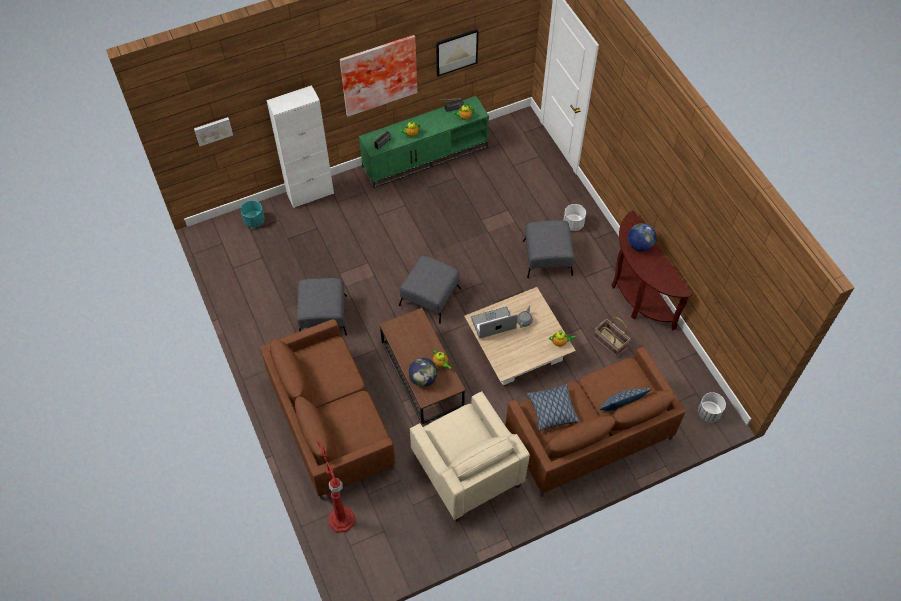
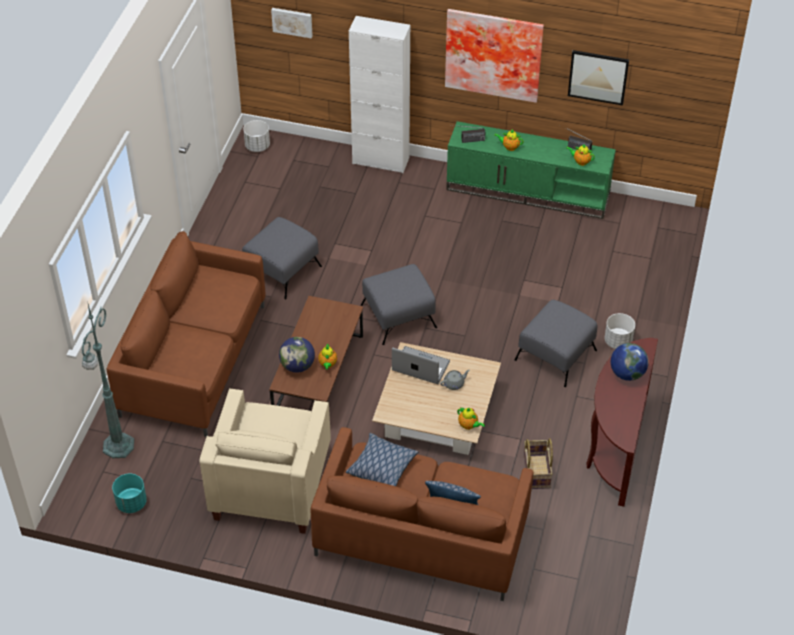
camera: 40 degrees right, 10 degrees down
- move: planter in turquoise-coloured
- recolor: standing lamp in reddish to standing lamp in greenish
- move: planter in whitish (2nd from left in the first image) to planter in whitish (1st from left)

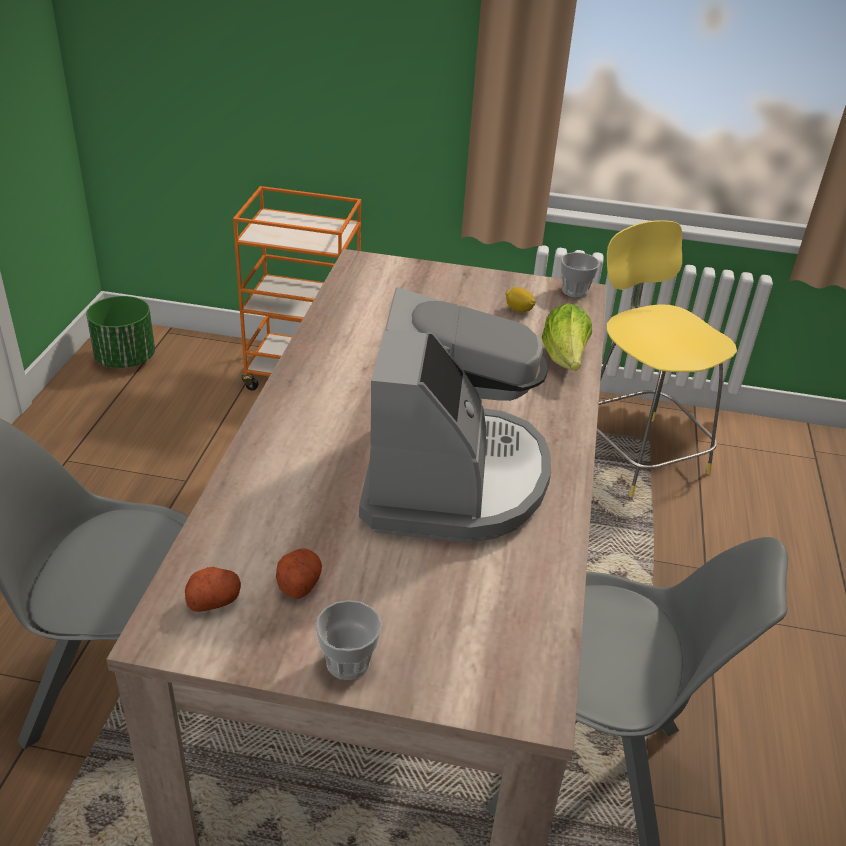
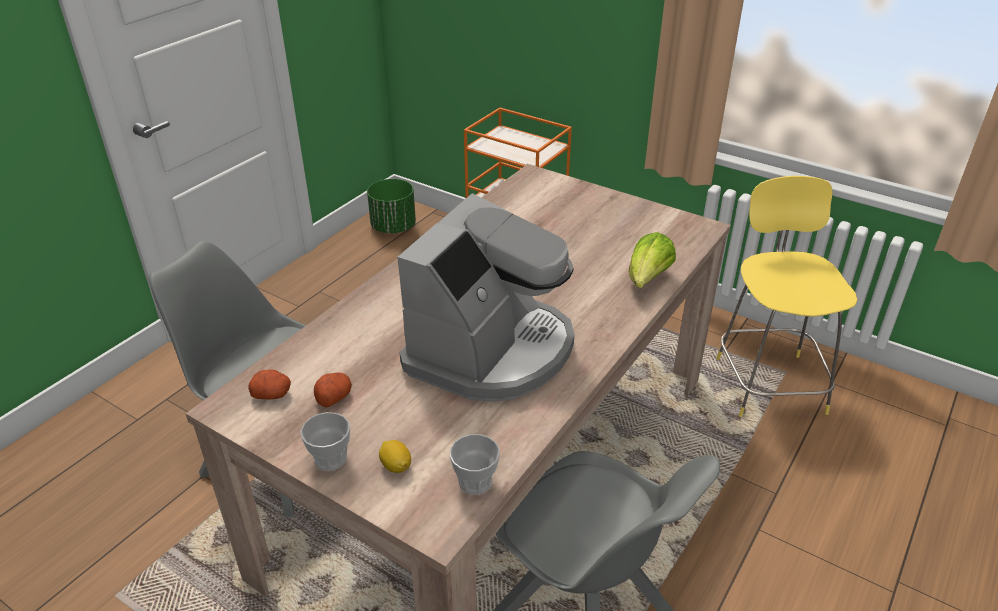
camera: 25 degrees right, 0 degrees up
- move: whole lemon
- move: drinking cup (2nd from left)

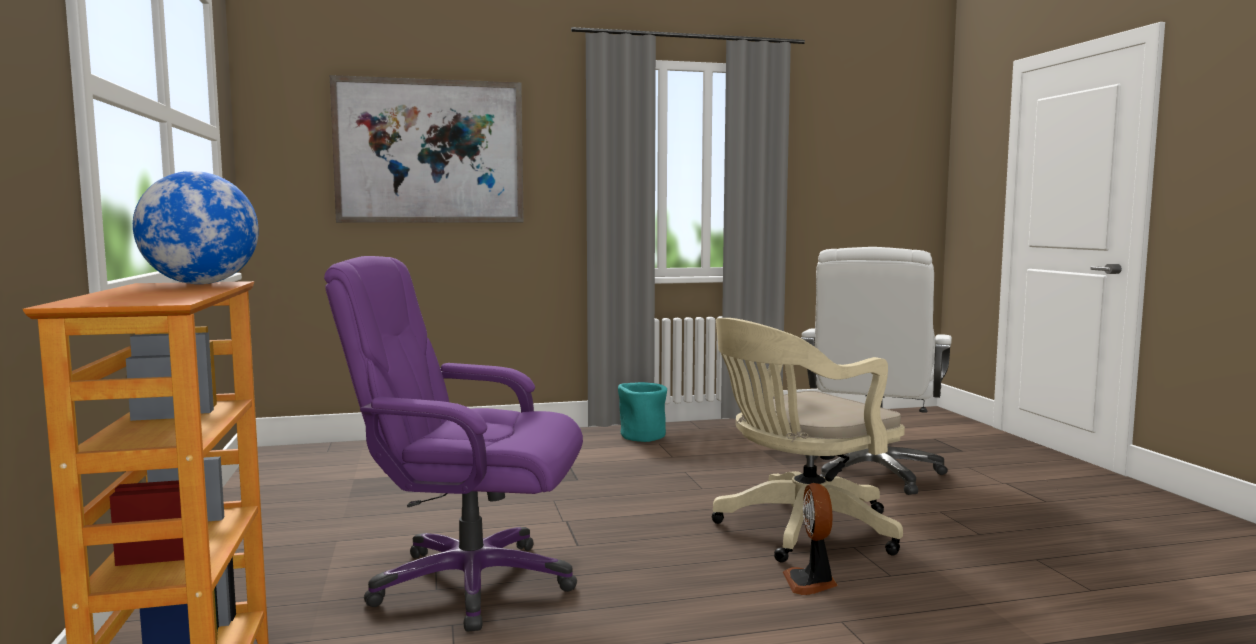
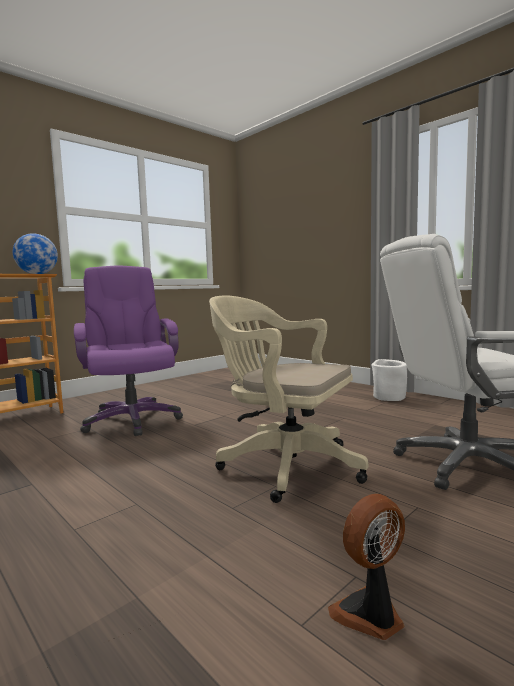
camera: 60 degrees right, 0 degrees up
- delete: wall art
- recolor: planter in turquoise-coloured to planter in whitish
- move: cooling fan

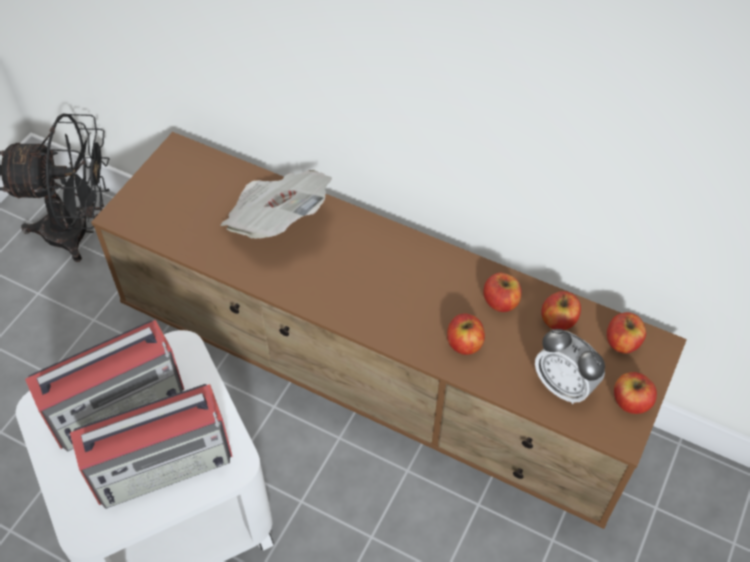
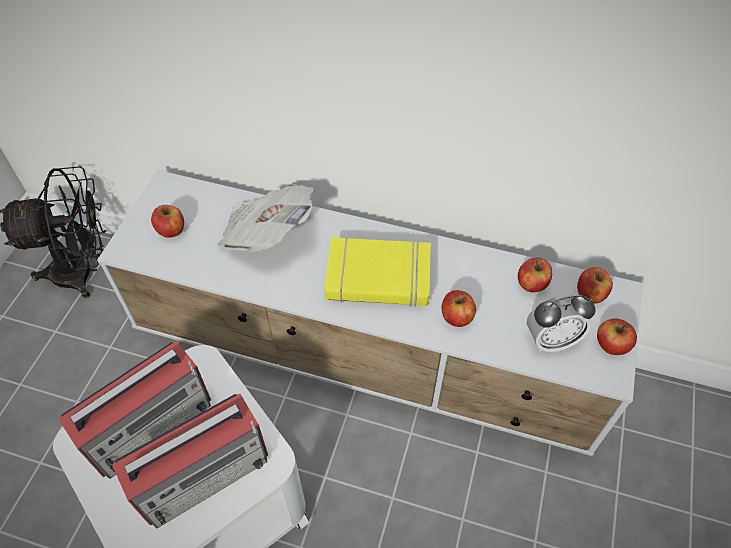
camera: 10 degrees left, 0 degrees up
- recolor: tv stand in brownish to tv stand in whitish
- move: apple (2nd from left in the first image) to apple (1st from left)
- rotate: table clock 45 degrees counterclockwise
- insert: volume in yellow-coloured

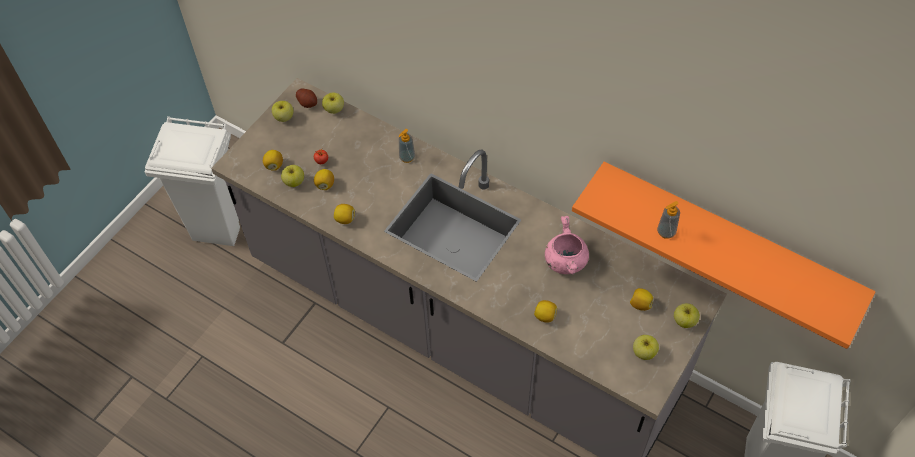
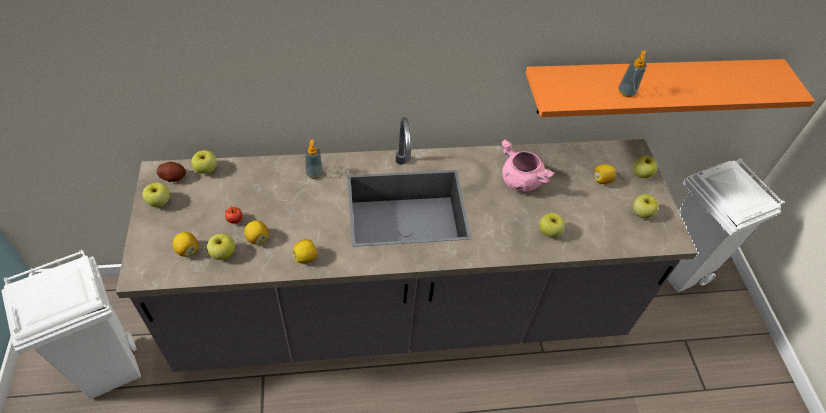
camera: 45 degrees left, 5 degrees down
- replace: whole lemon (4th from left) to apple (4th from left)

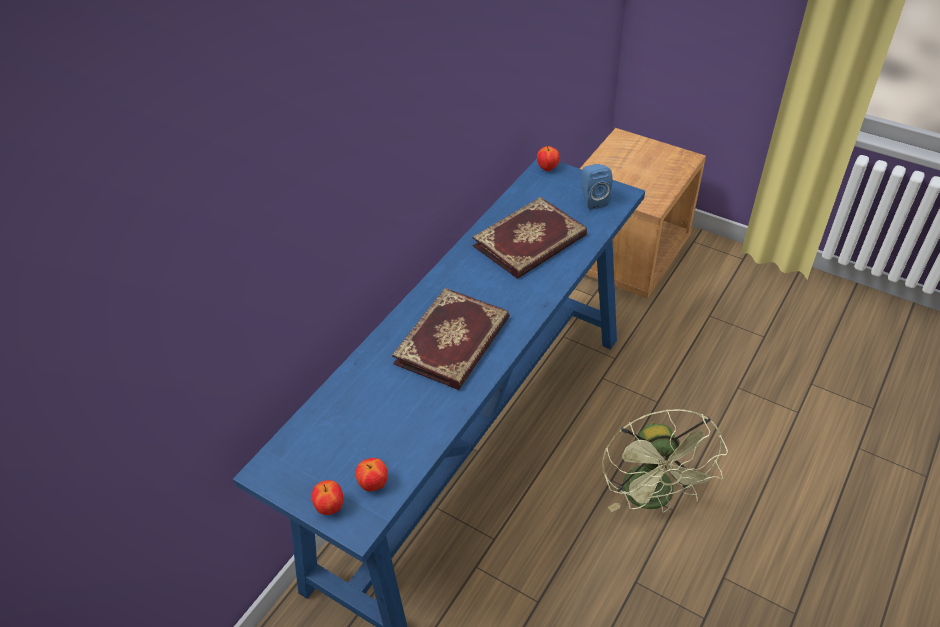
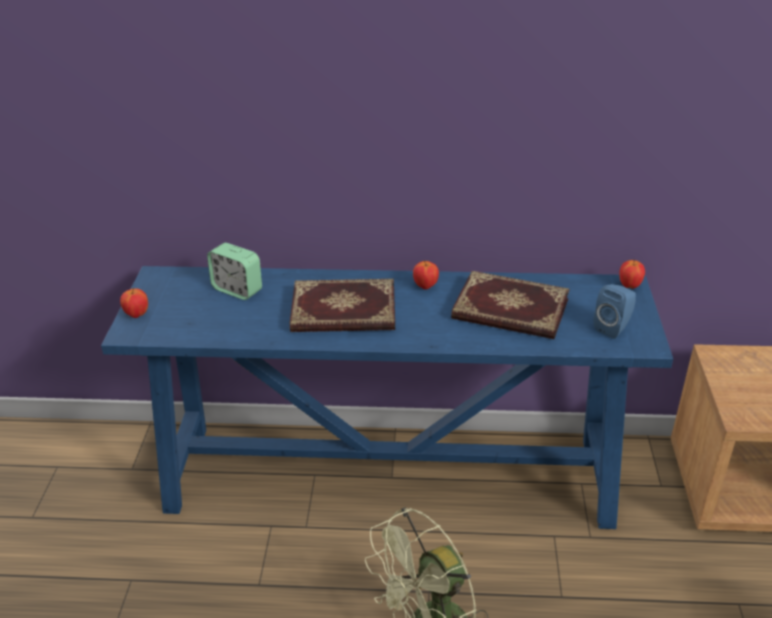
camera: 60 degrees right, 10 degrees down
- move: apple (2nd from left)
- insert: table clock

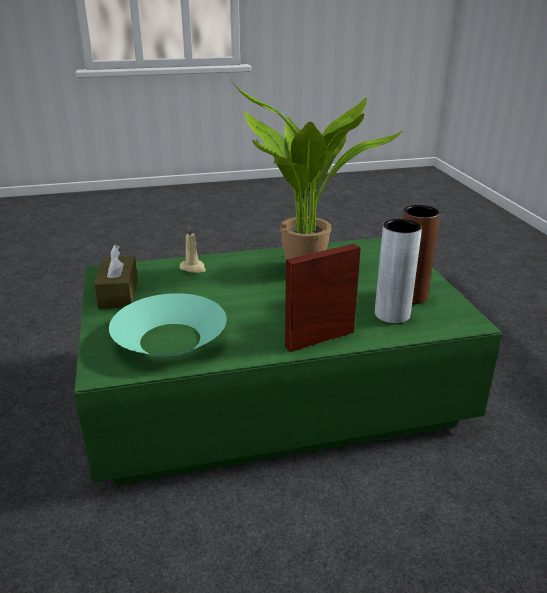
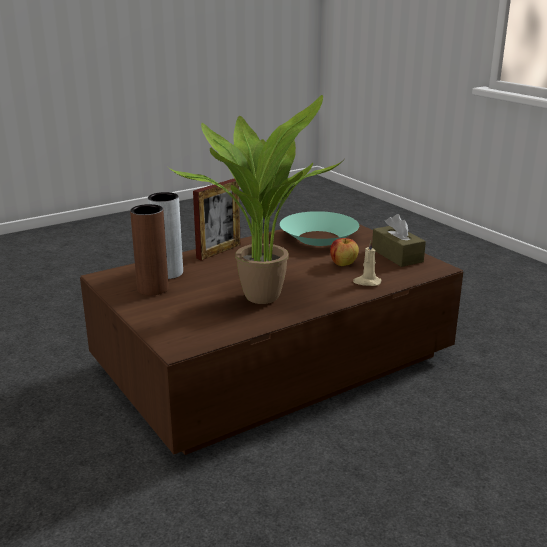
camera: 160 degrees right, 5 degrees down
- recolor: lounge table in greenish to lounge table in brownish
- insert: apple

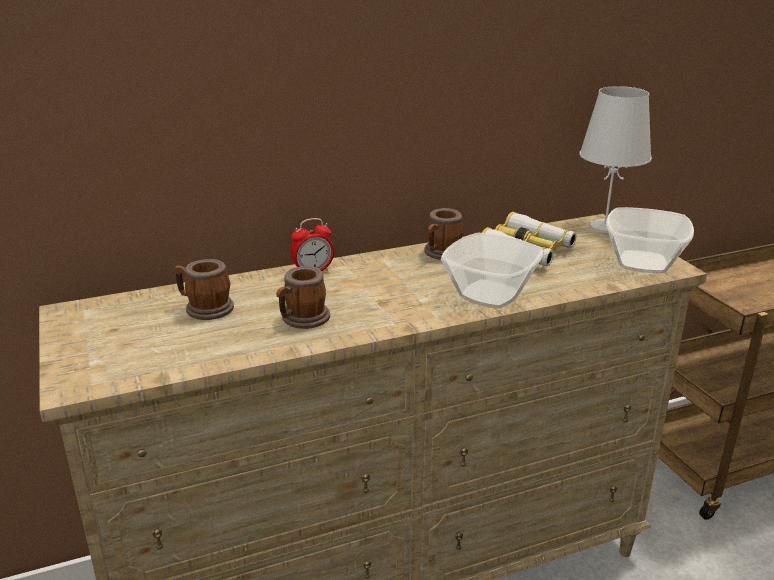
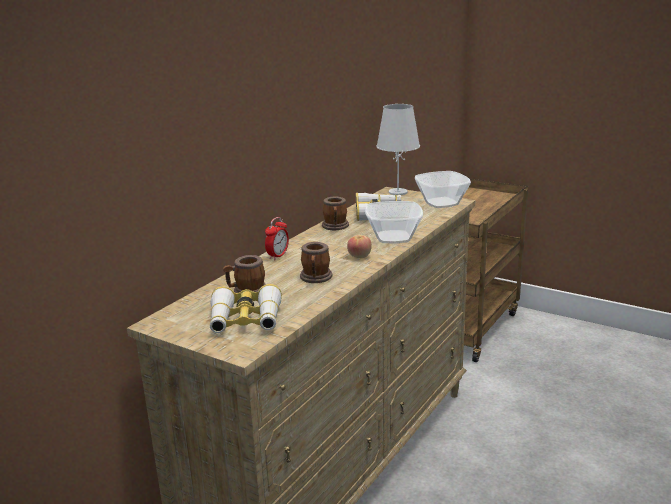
camera: 35 degrees left, 5 degrees down
- insert: binoculars (1st from left)
- insert: apple

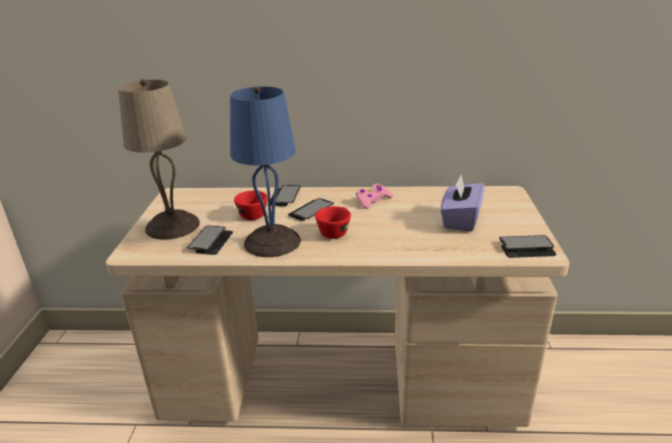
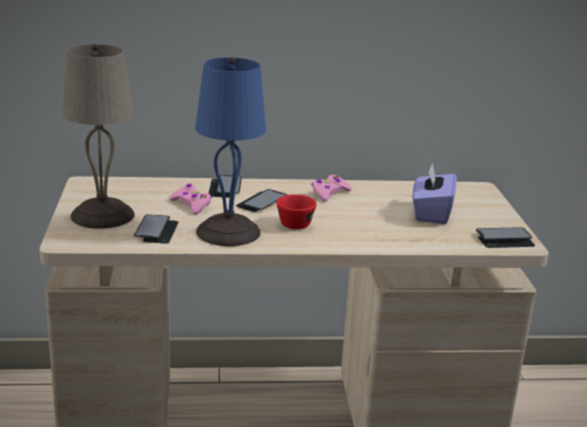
camera: 10 degrees left, 5 degrees down
- replace: drinking cup in reddish (1st from left) to game controller in pink-coloured (1st from left)

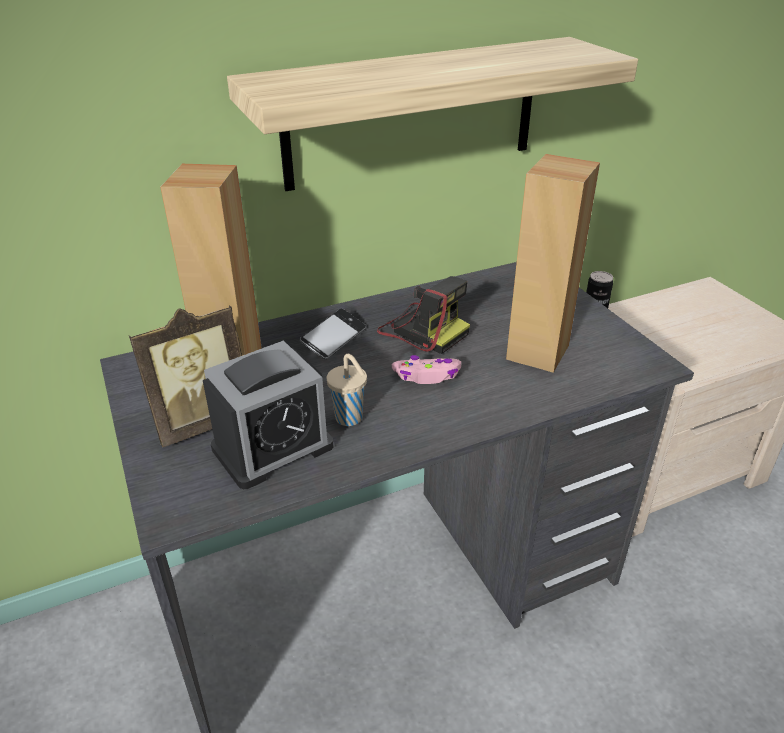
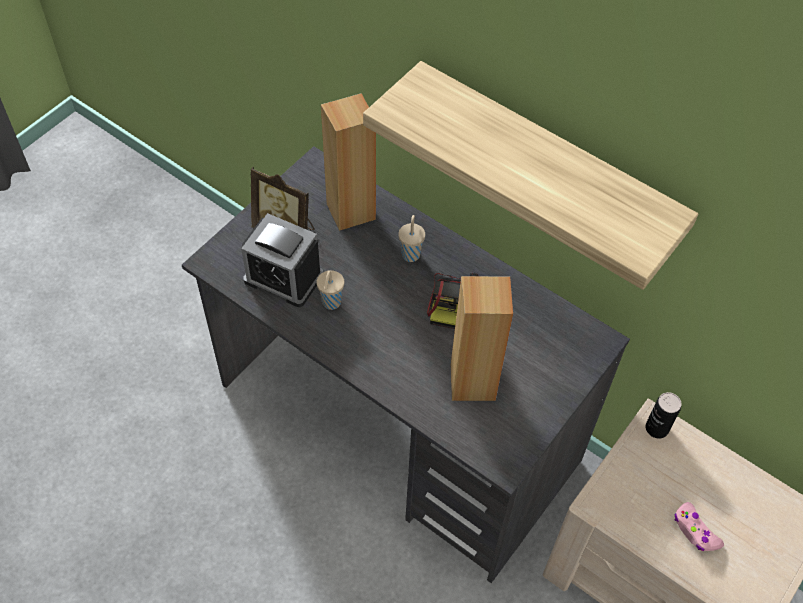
camera: 60 degrees right, 20 degrees up
- replace: phone to drinking cup in beige-coloured (2nd from left)
- move: game controller in pink-coloured

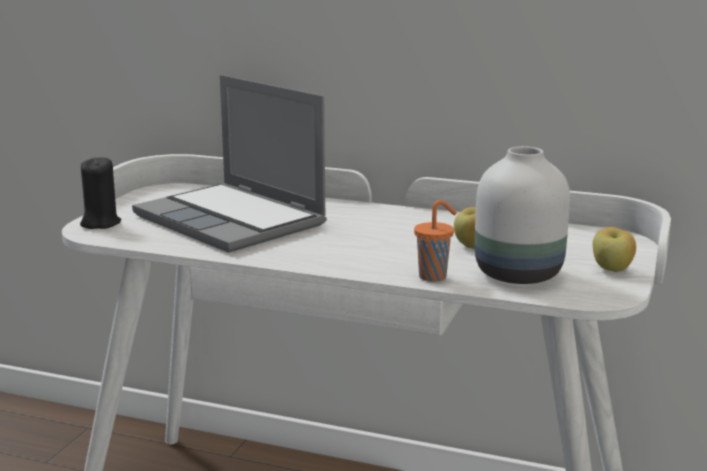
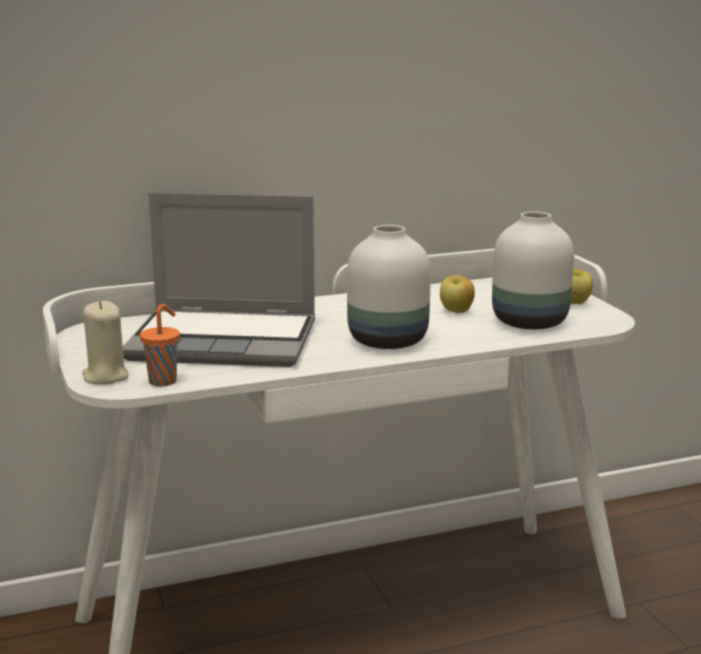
camera: 40 degrees left, 0 degrees up
- recolor: candle in black to candle in beige-coloured
- move: drinking cup in orange
- insert: decorative vase in whitish (1st from left)

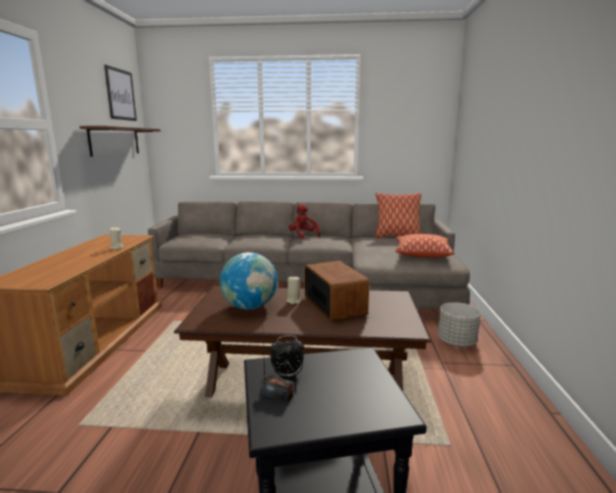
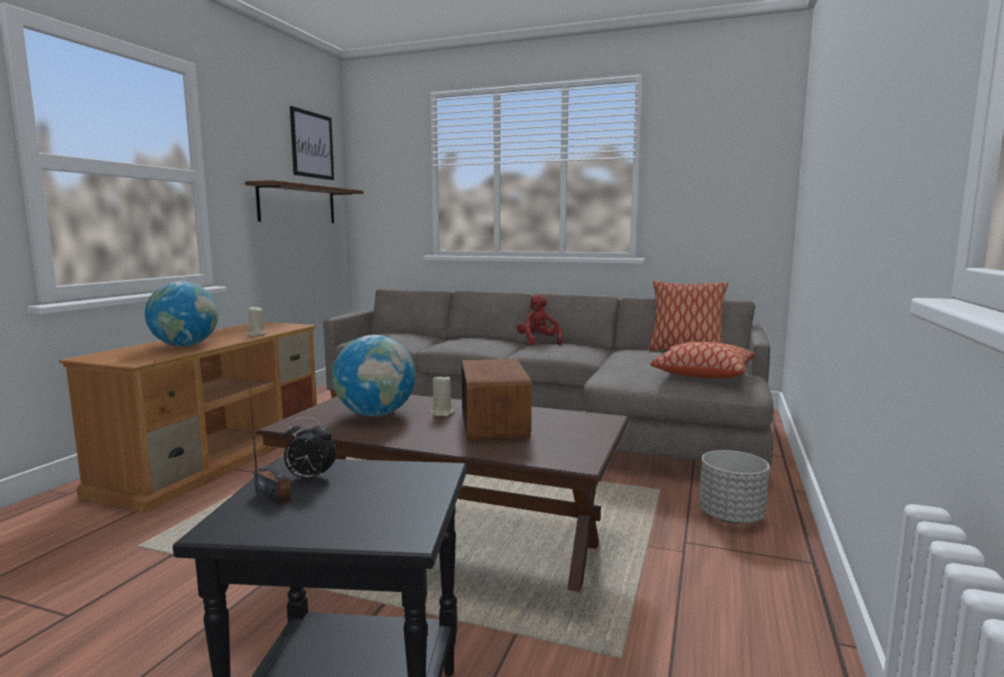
camera: 15 degrees right, 5 degrees down
- insert: desk globe (1st from left)

